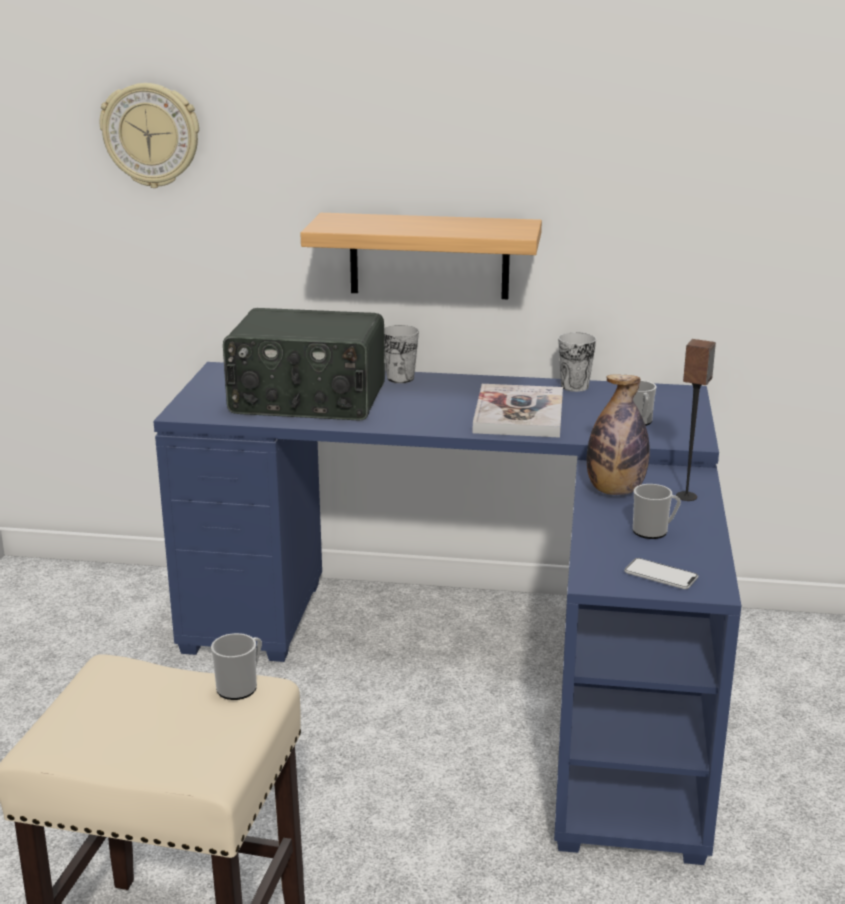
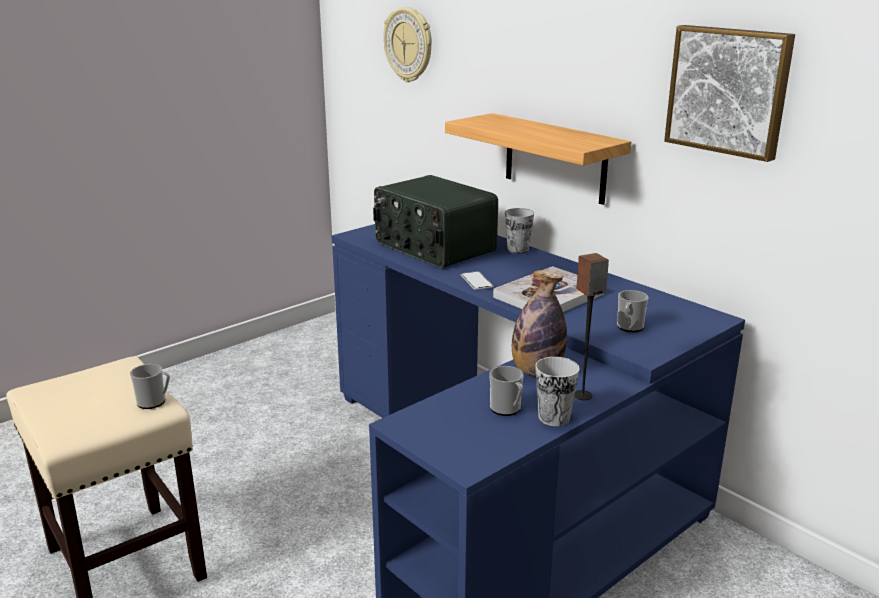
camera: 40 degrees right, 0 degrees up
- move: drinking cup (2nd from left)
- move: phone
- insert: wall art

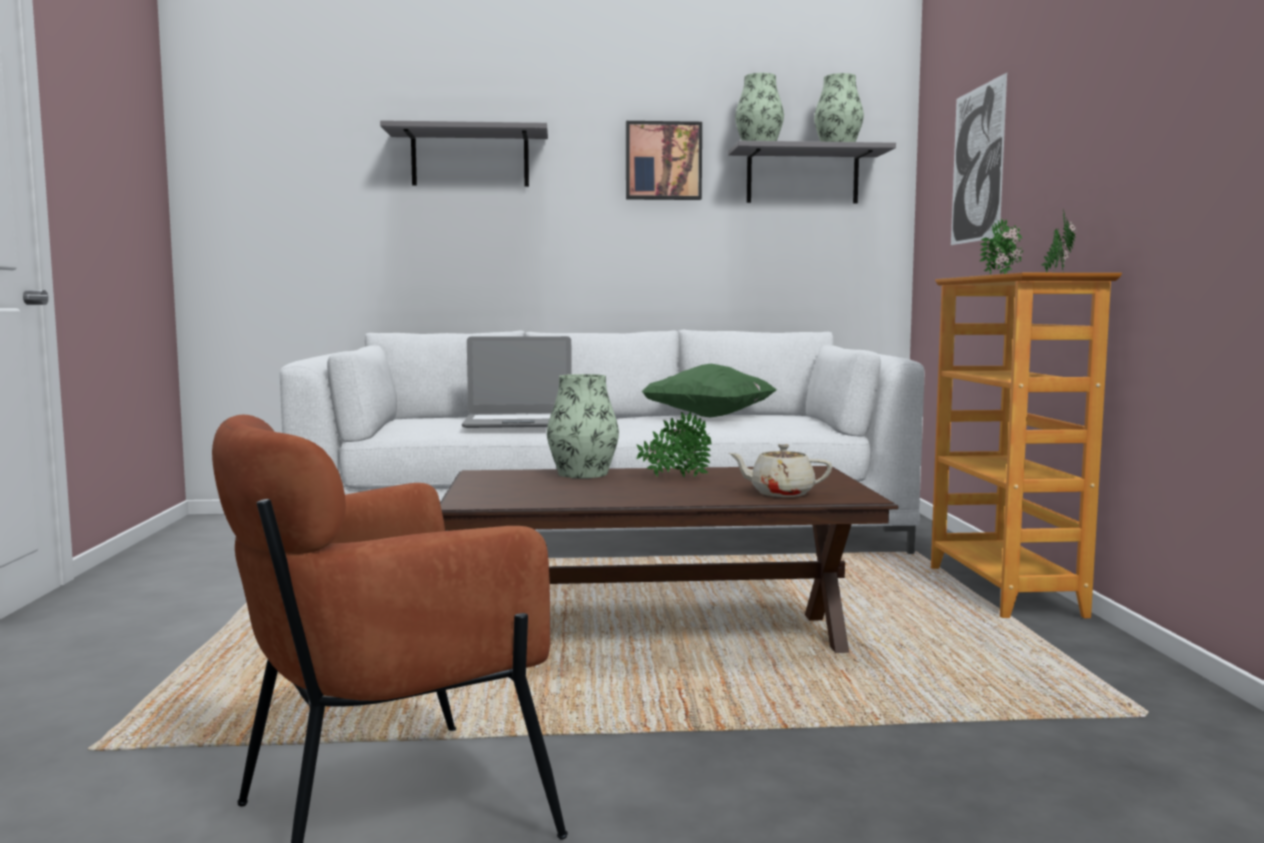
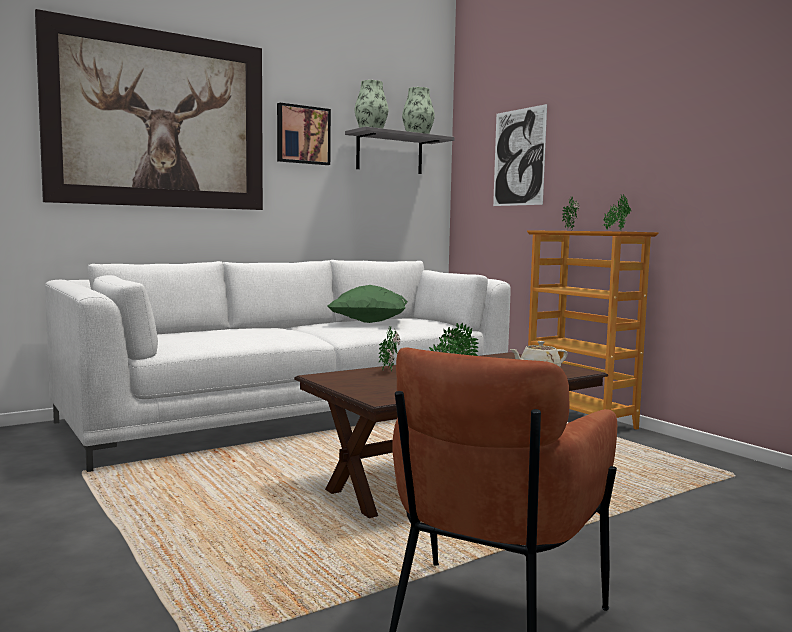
camera: 30 degrees left, 0 degrees up
- replace: shelf in gray (1st from left) to wall art (1st from left)
- delete: notebook computer
- replace: decorative vase (1st from left) to plant in a pot (1st from left)

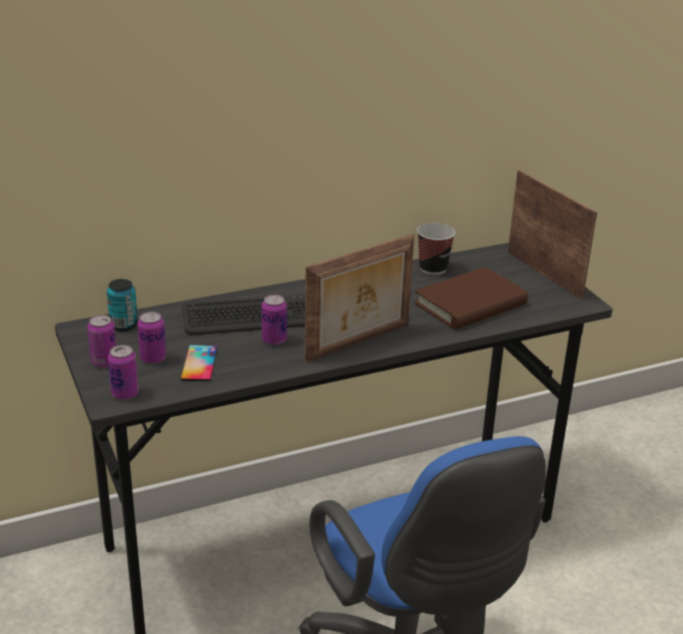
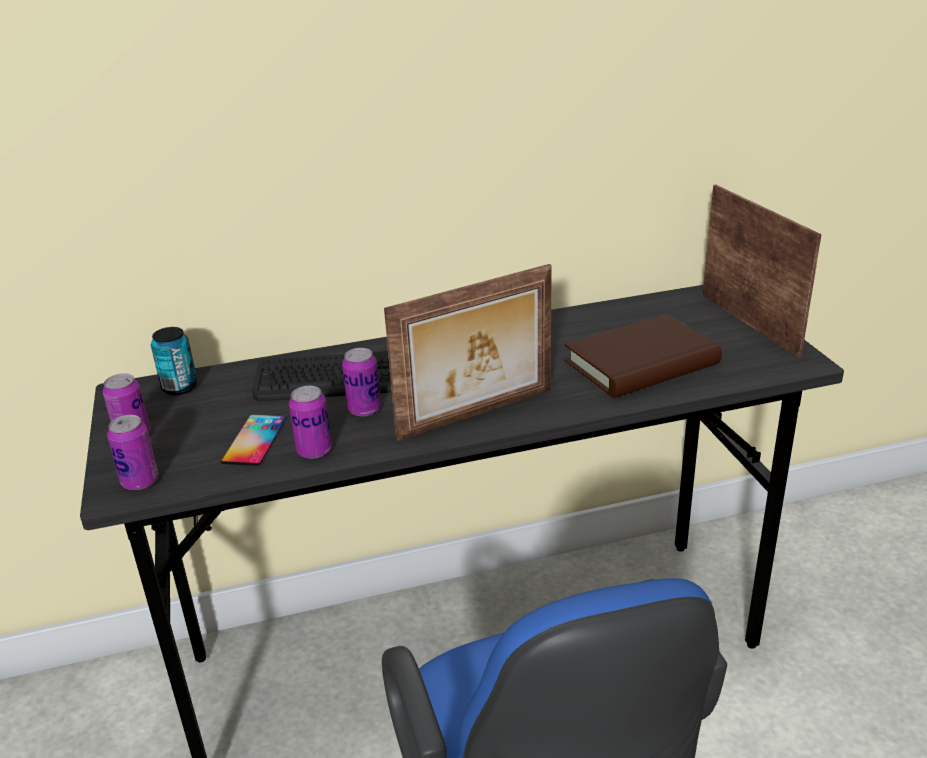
camera: 10 degrees right, 0 degrees up
- move: sealed can (4th from left)
- delete: drinking cup

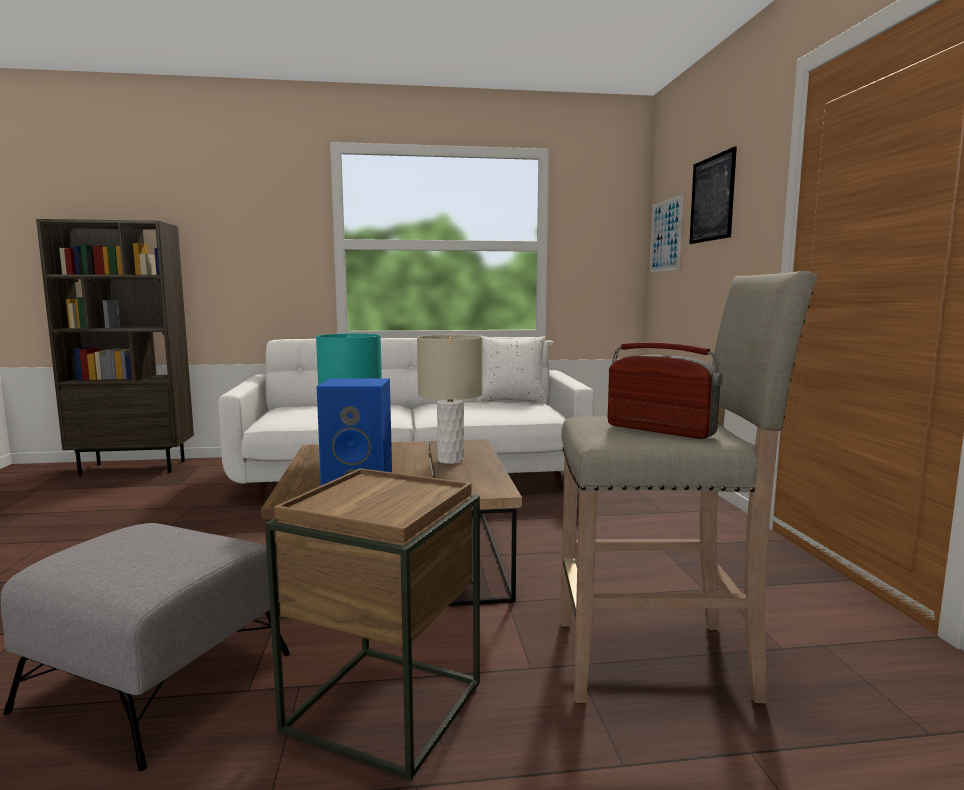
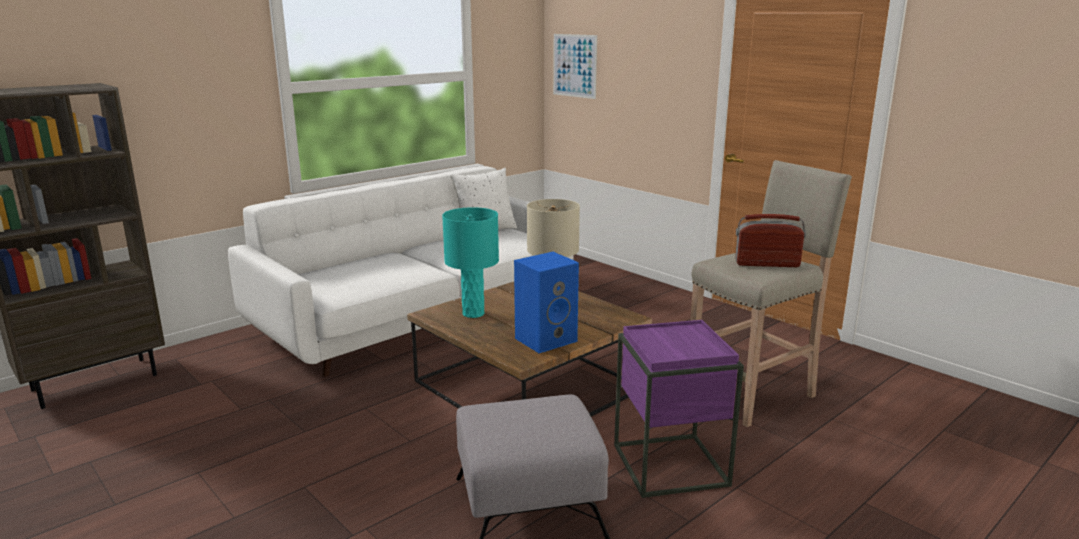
camera: 35 degrees left, 10 degrees up
- recolor: side table in brownish to side table in purplish
- delete: wall art (2nd from left)

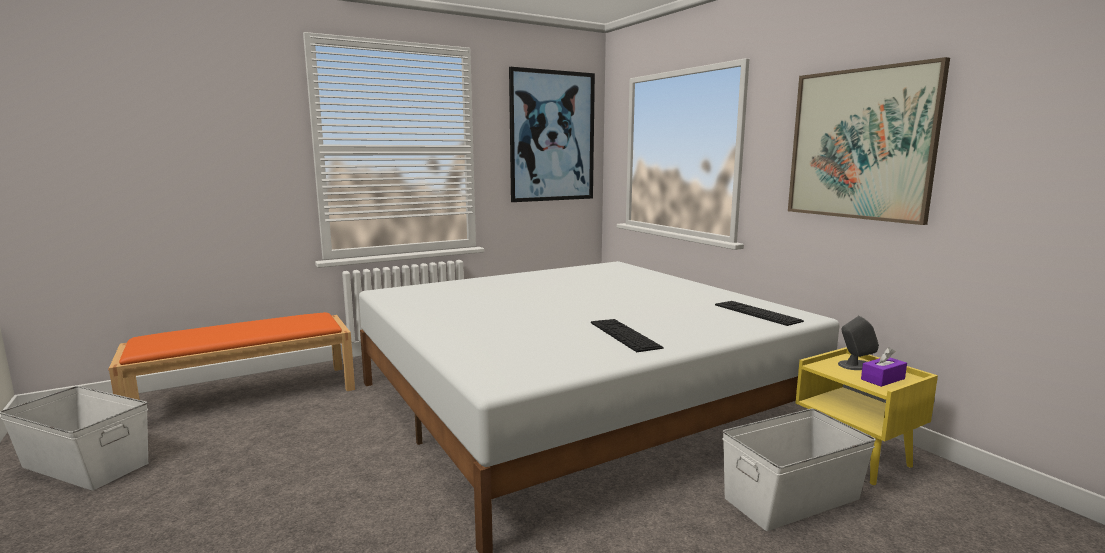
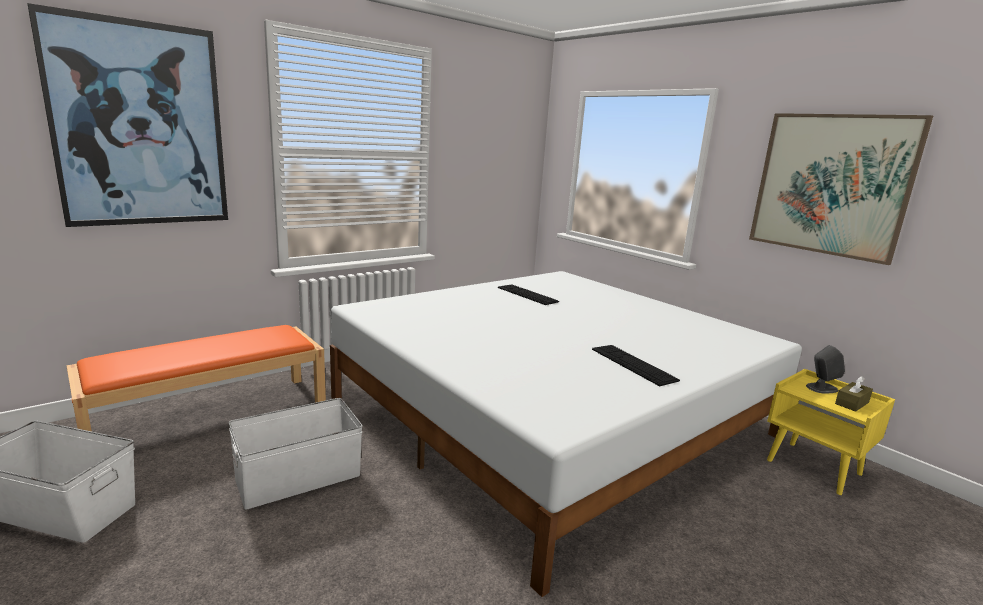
camera: 10 degrees left, 5 degrees up
- move: wall art (1st from left)
- move: keyboard (2nd from left in the first image) to keyboard (1st from left)
- move: storage bin in whitish (2nd from left)
- recolor: box of tissues in purplish to box of tissues in brownish

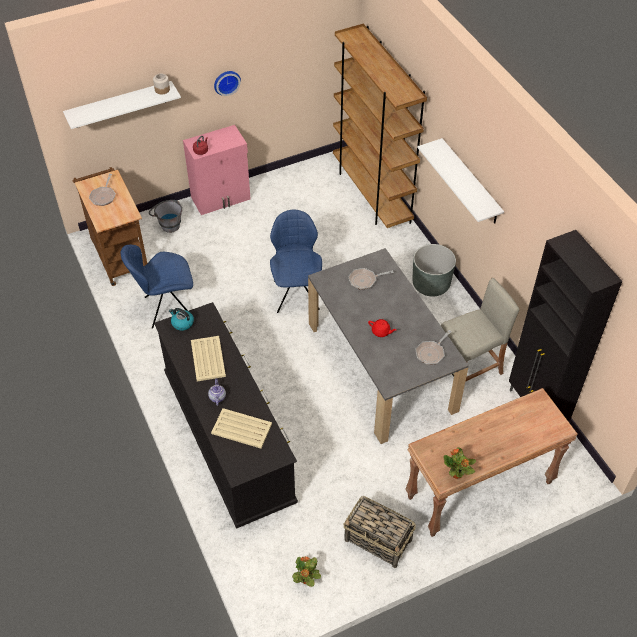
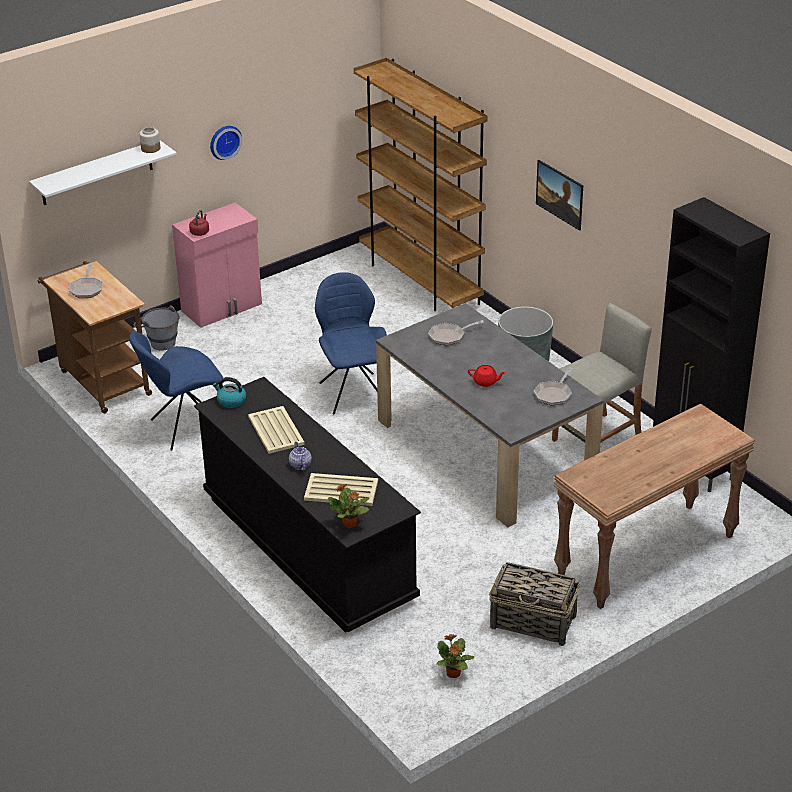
camera: 10 degrees left, 15 degrees down
- replace: shelf in whitish (2nd from left) to wall art
- move: plant in a pot (2nd from left in the first image) to plant in a pot (1st from left)

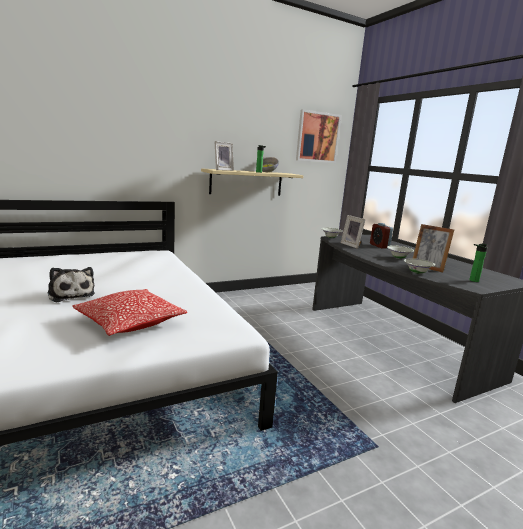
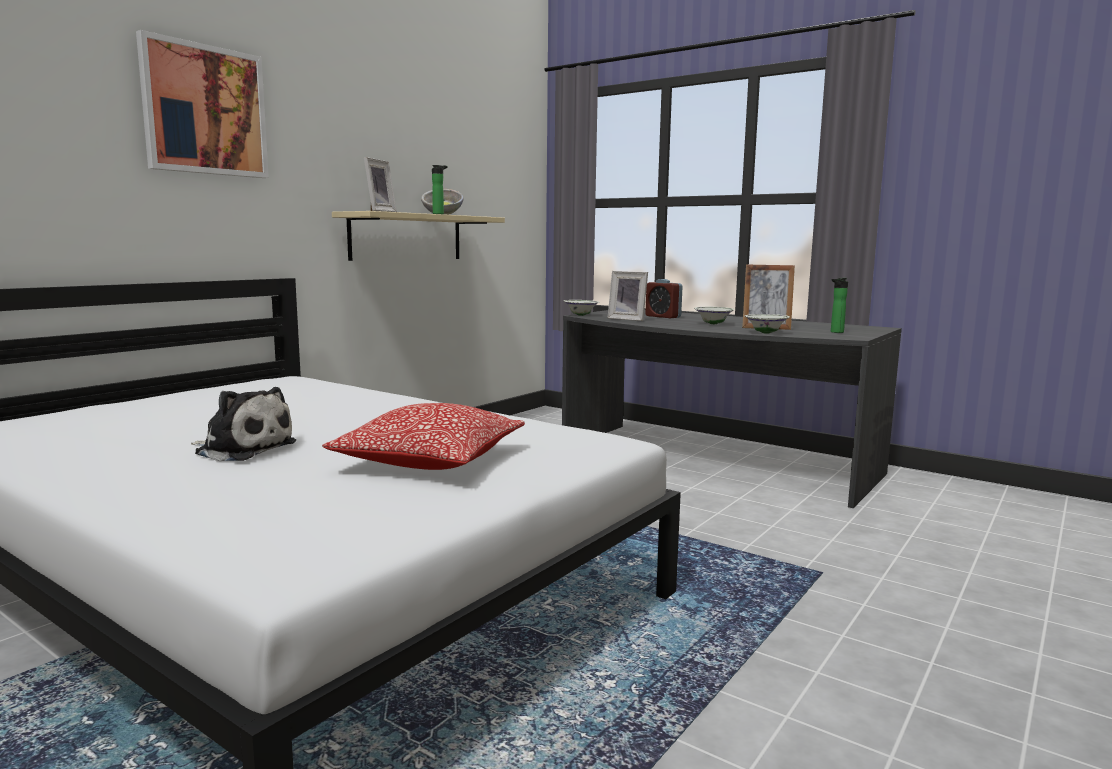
camera: 25 degrees left, 5 degrees down
- move: wall art

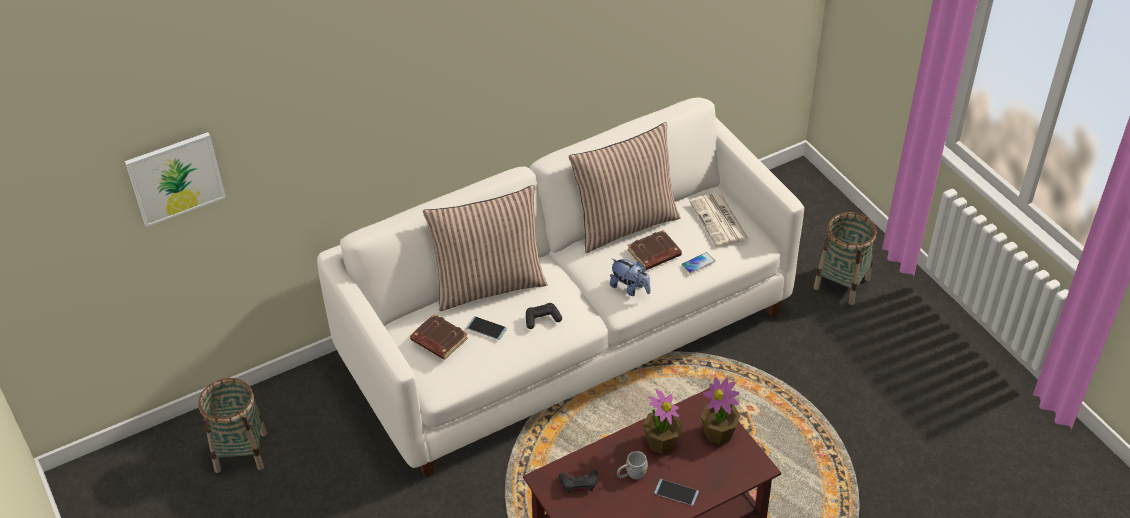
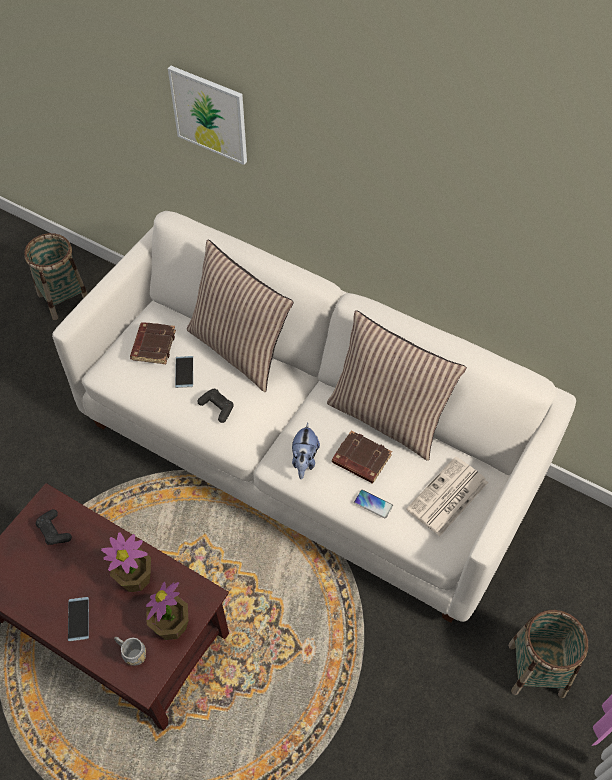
camera: 60 degrees right, 10 degrees up
- move: wall art
- move: tea mug in gray

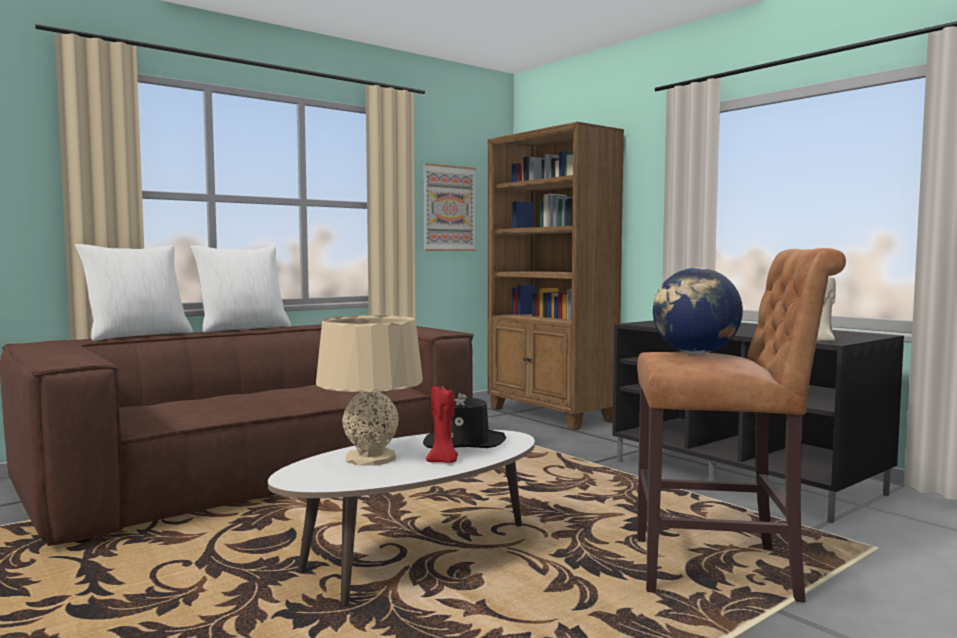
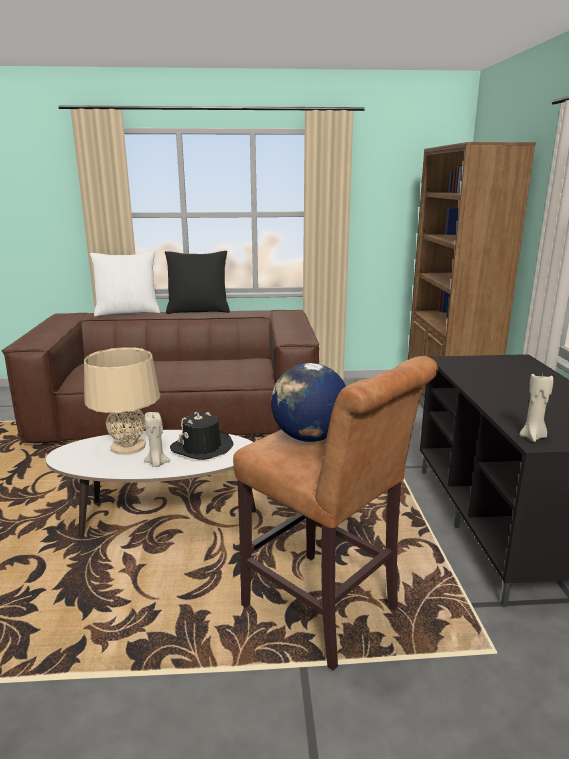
camera: 35 degrees right, 15 degrees up
- recolor: throw pillow in whitish (2nd from left) to throw pillow in black
- delete: wall art
- recolor: candle in reddish to candle in beige-coloured (1st from left)

